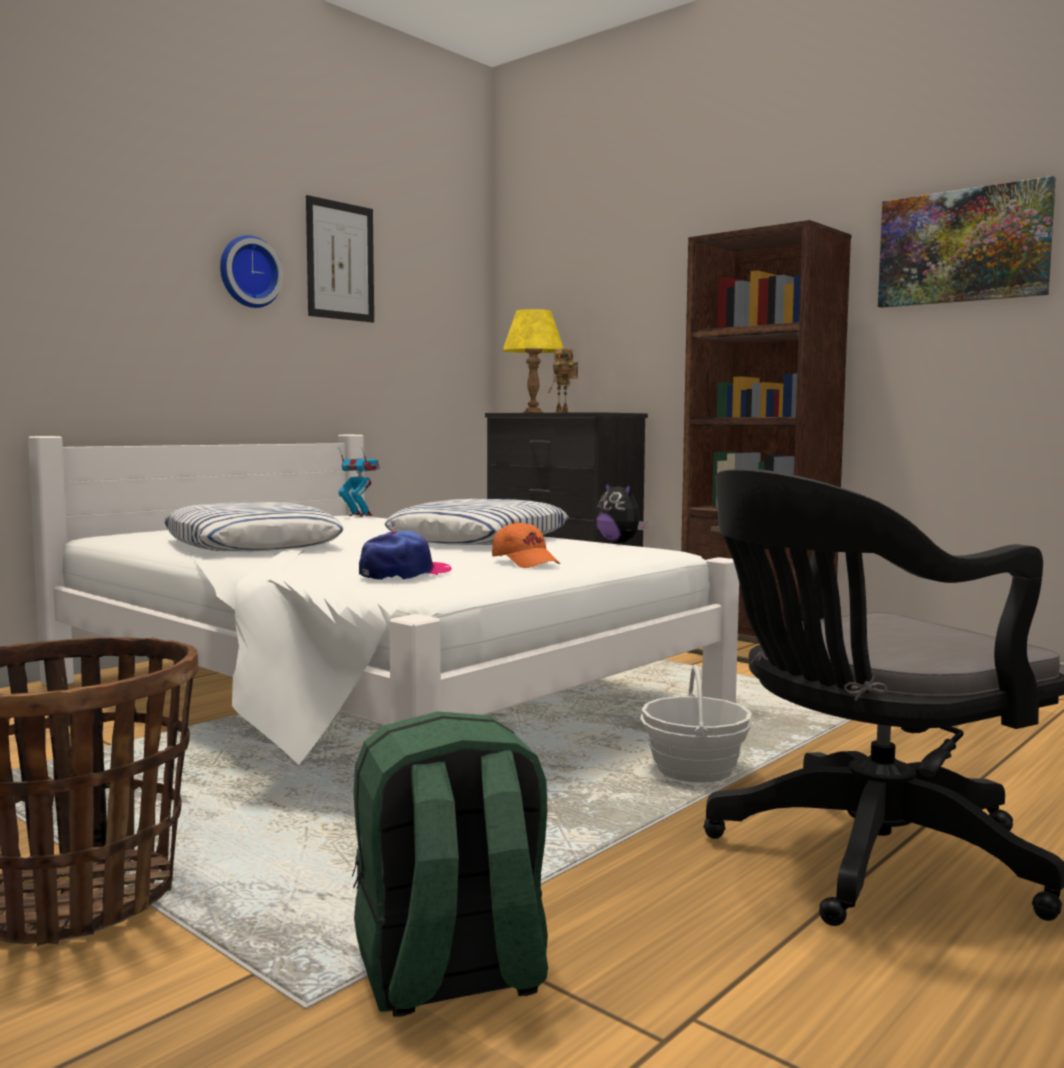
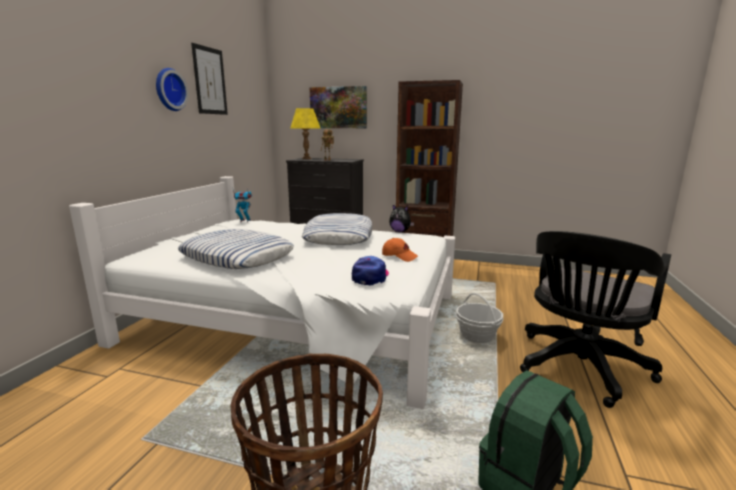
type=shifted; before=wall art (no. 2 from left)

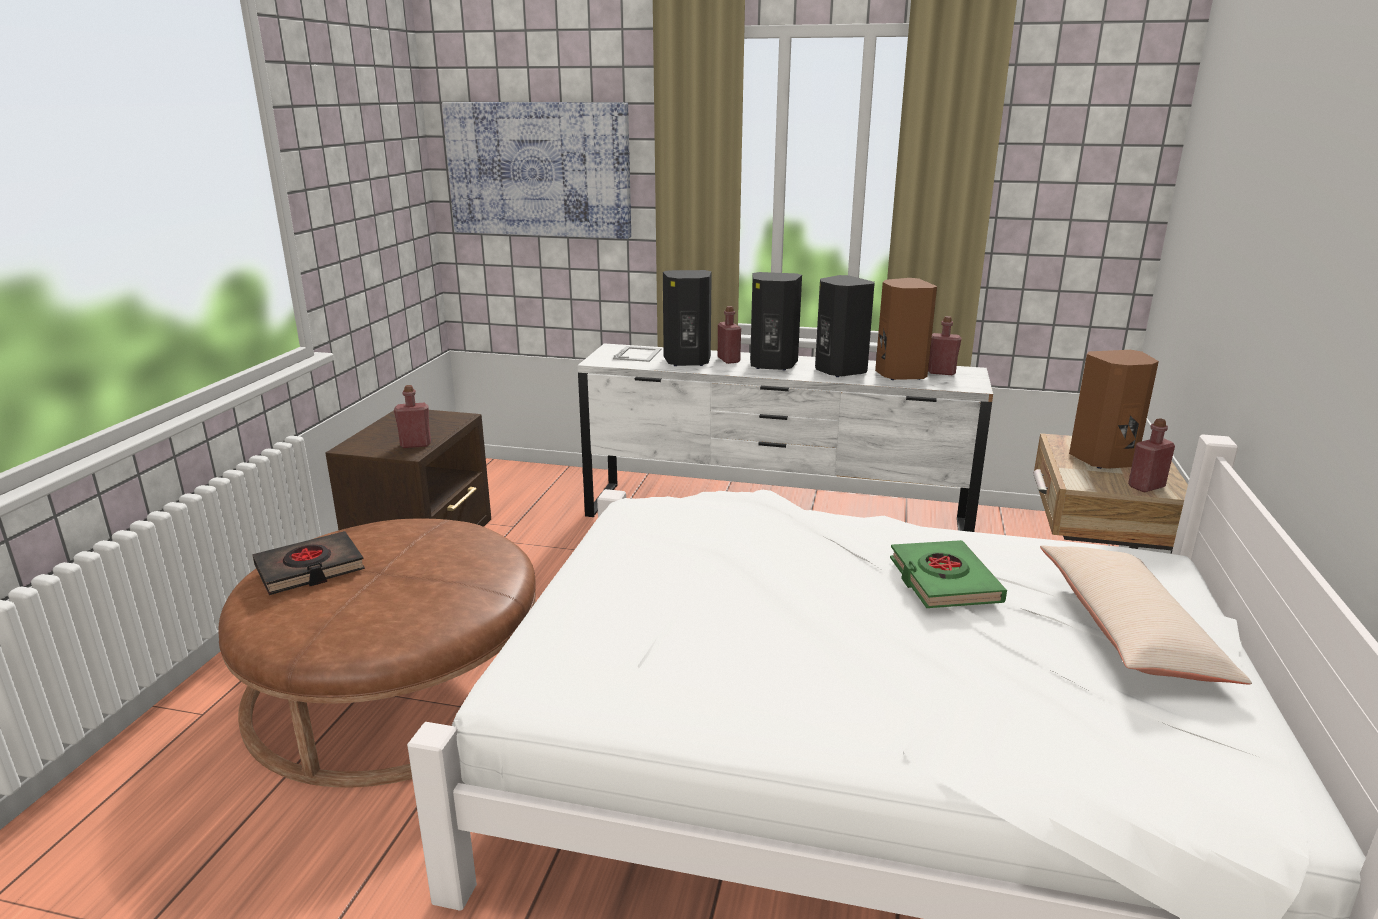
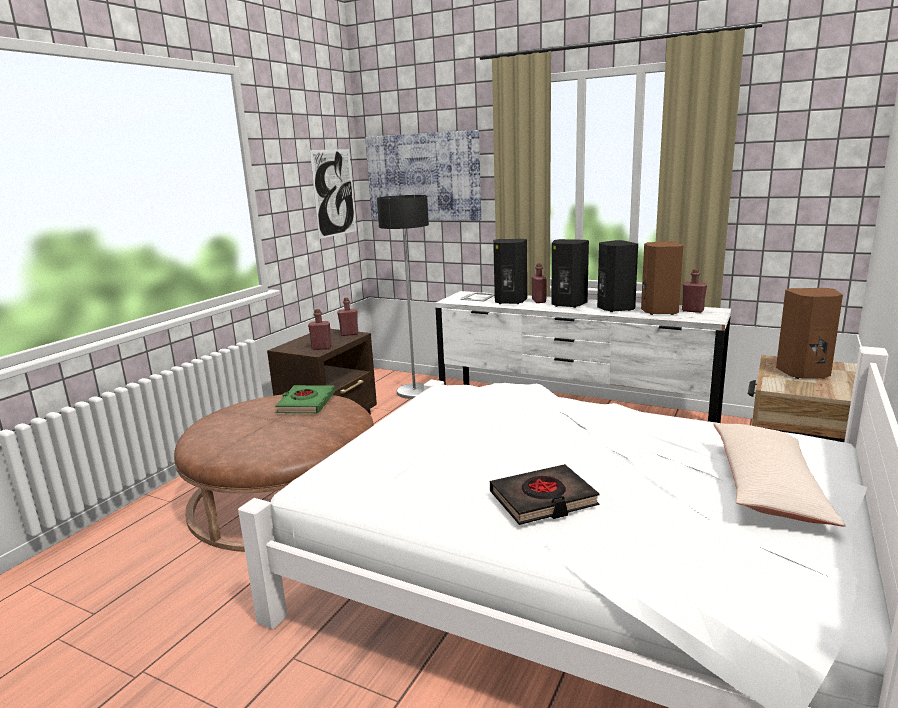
type=shifted; before=red beverage bottle (no. 4 from left in the first image); after=red beverage bottle (no. 2 from left)
type=shifted; before=black book
type=shifted; before=greenish book
type=new; after=wall art (no. 1 from left)
type=new; after=standing lamp

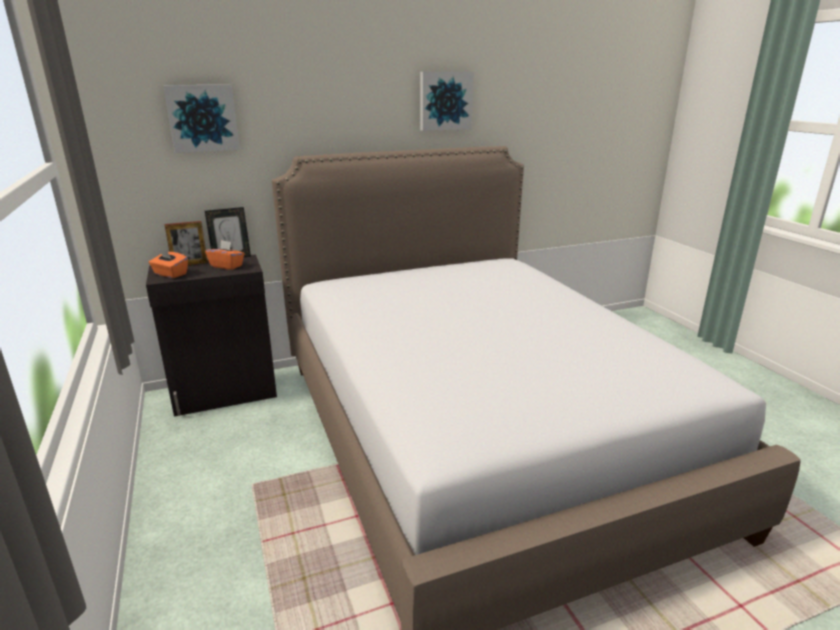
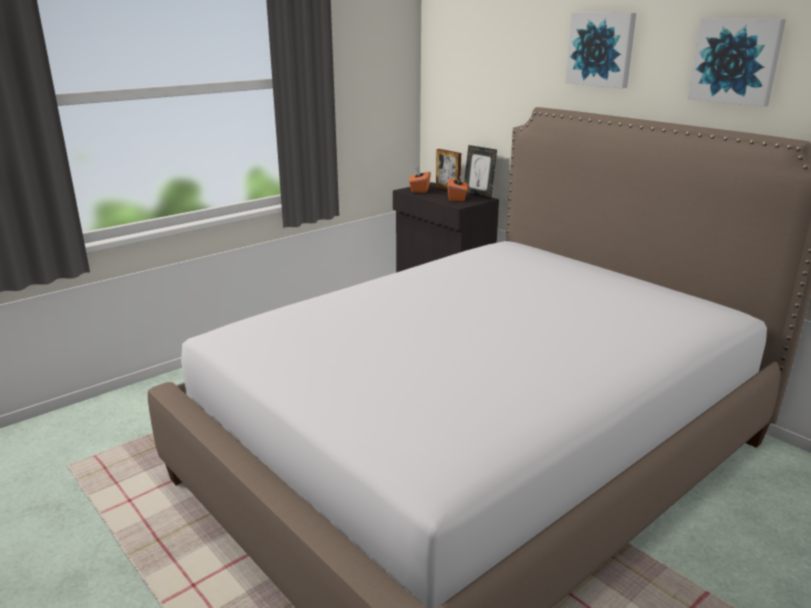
type=shifted; before=wall art (no. 1 from left)

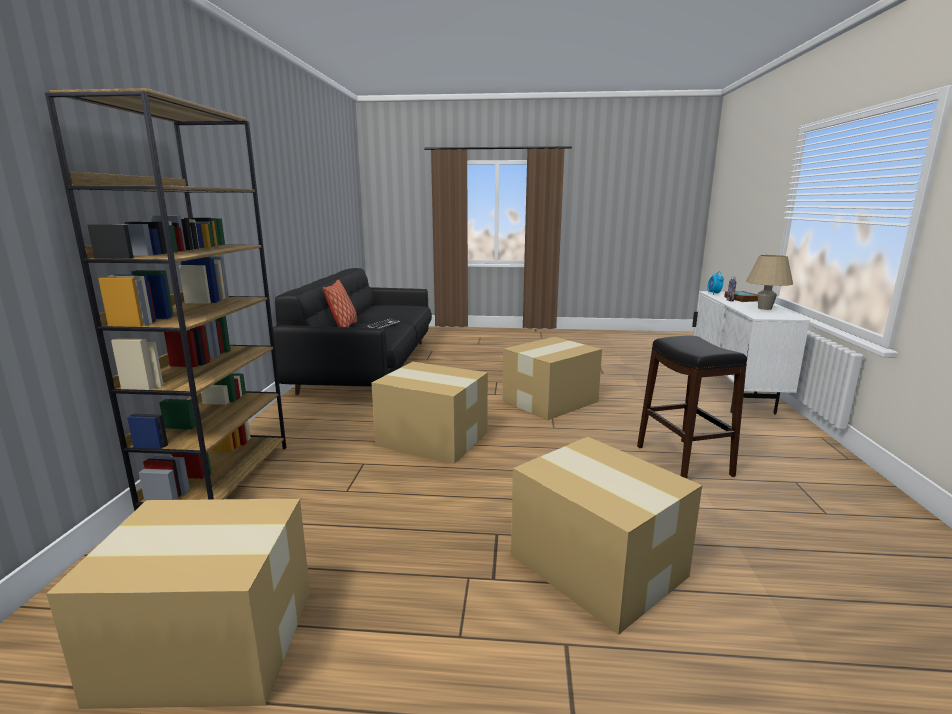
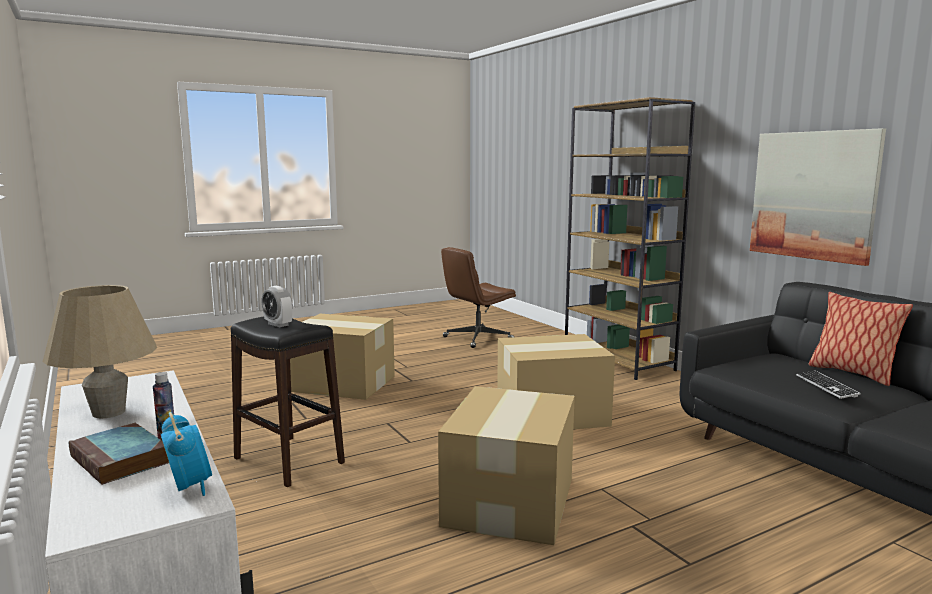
type=swapped; before=carton (no. 1 from left); after=brownish desk chair
type=new; after=wall art
type=new; after=bedside clock (no. 2 from left)

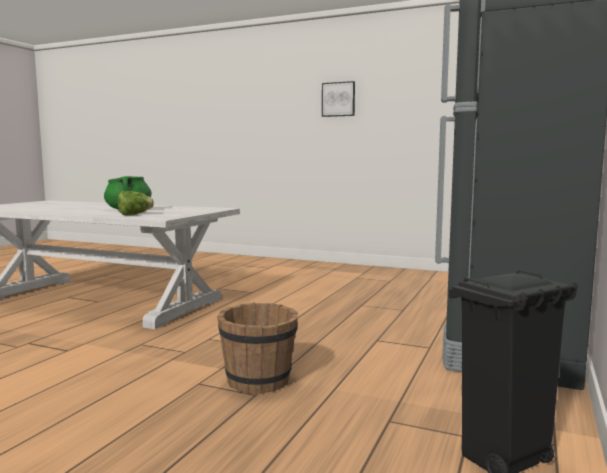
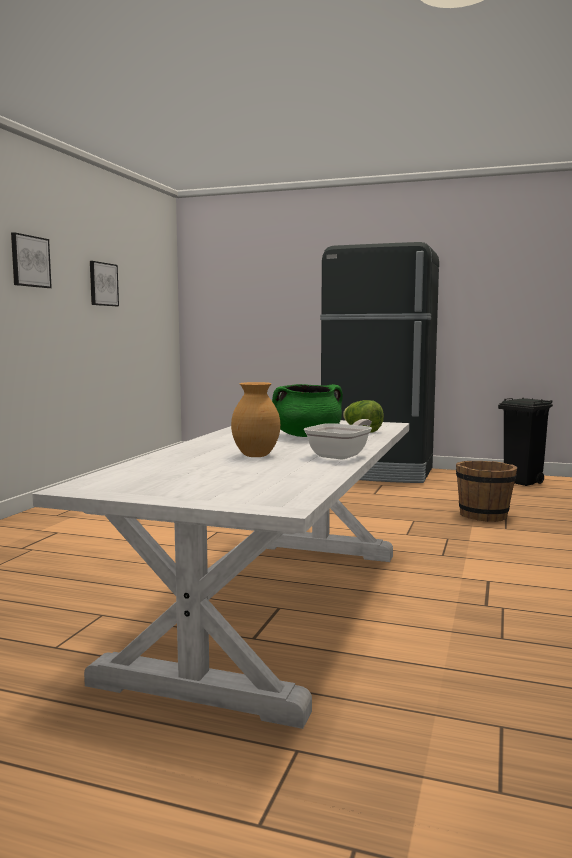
type=new; after=wall art (no. 2 from left)
type=new; after=brownish vase
type=new; after=pan

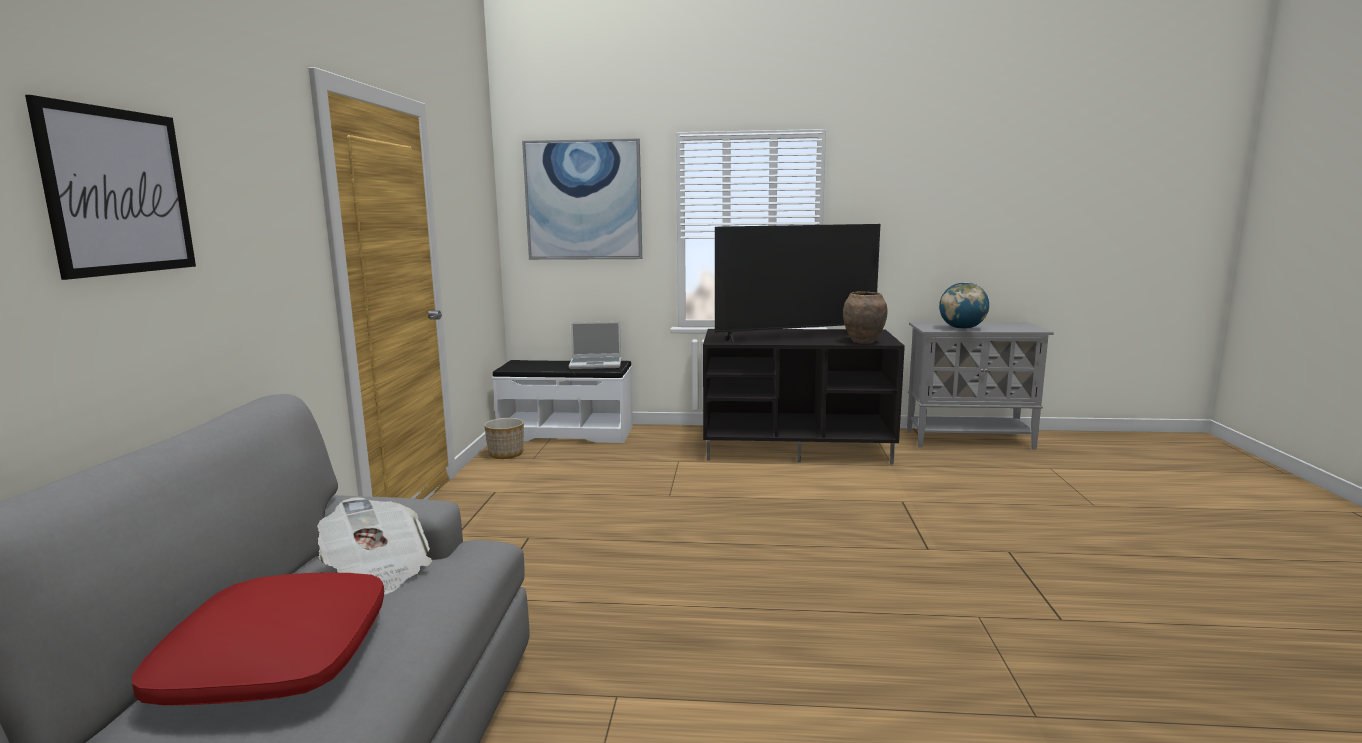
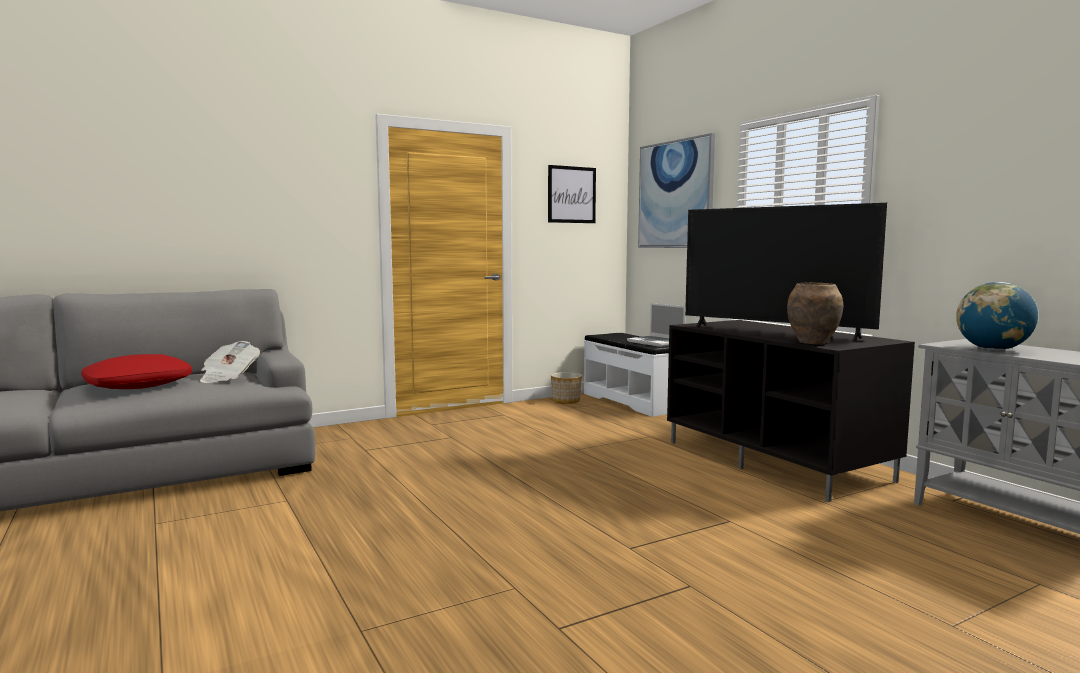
type=shifted; before=wall art (no. 1 from left)

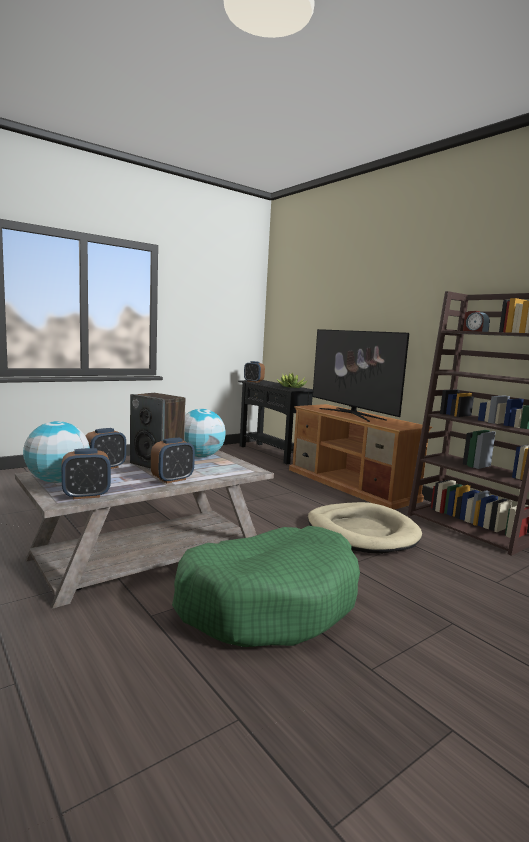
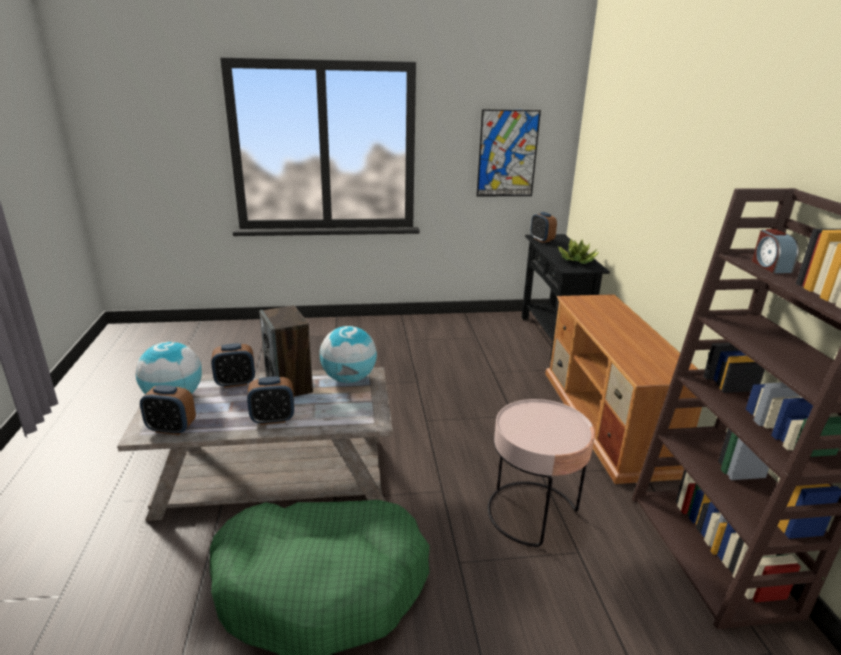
type=gone; before=TV
type=swapped; before=sand-coloured dog bed; after=pink-coloured side table
type=new; after=wall art

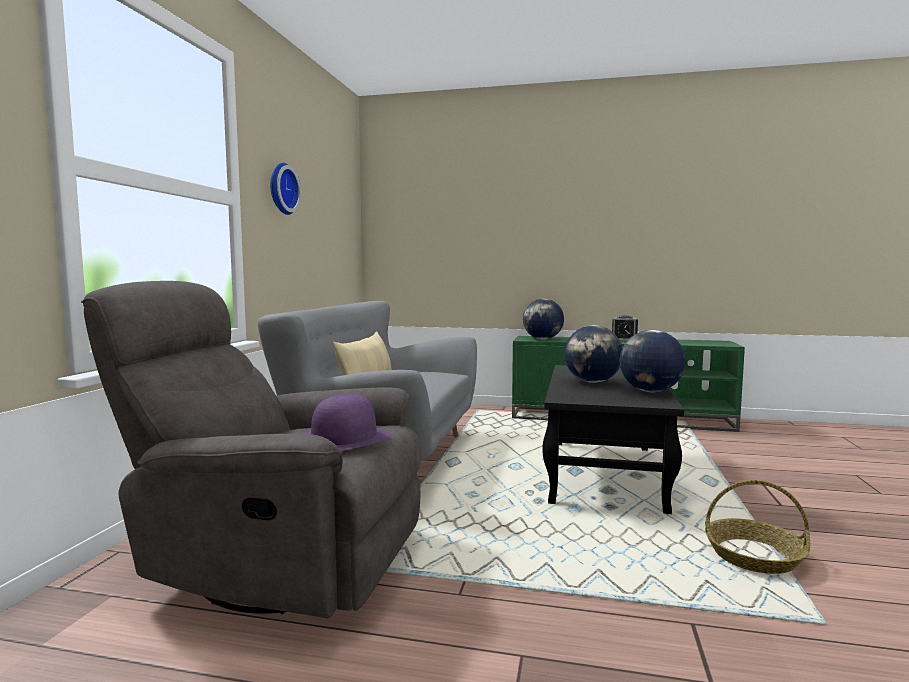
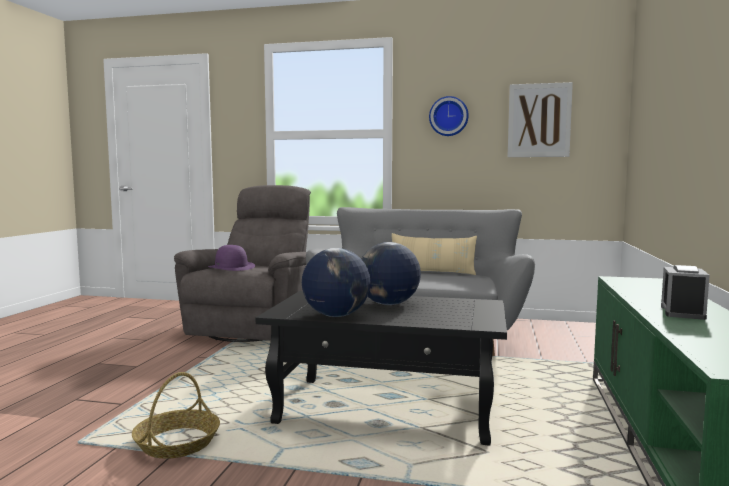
type=gone; before=desk globe (no. 1 from left)
type=new; after=wall art

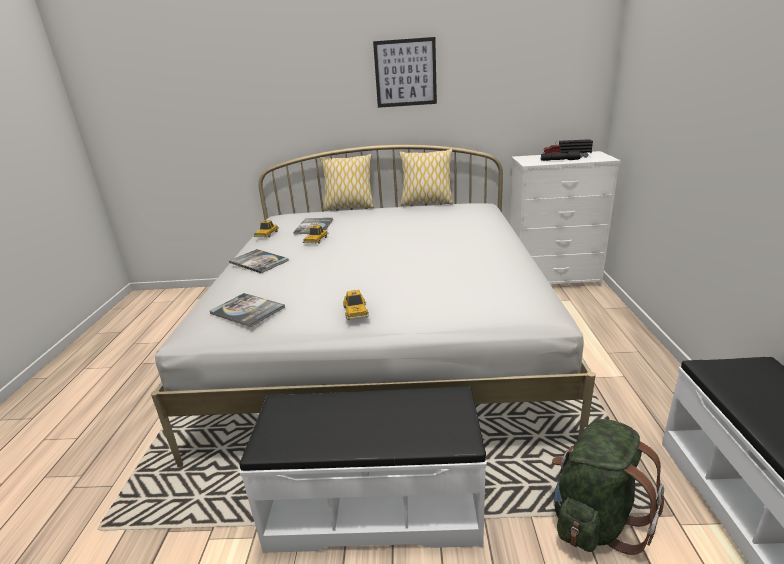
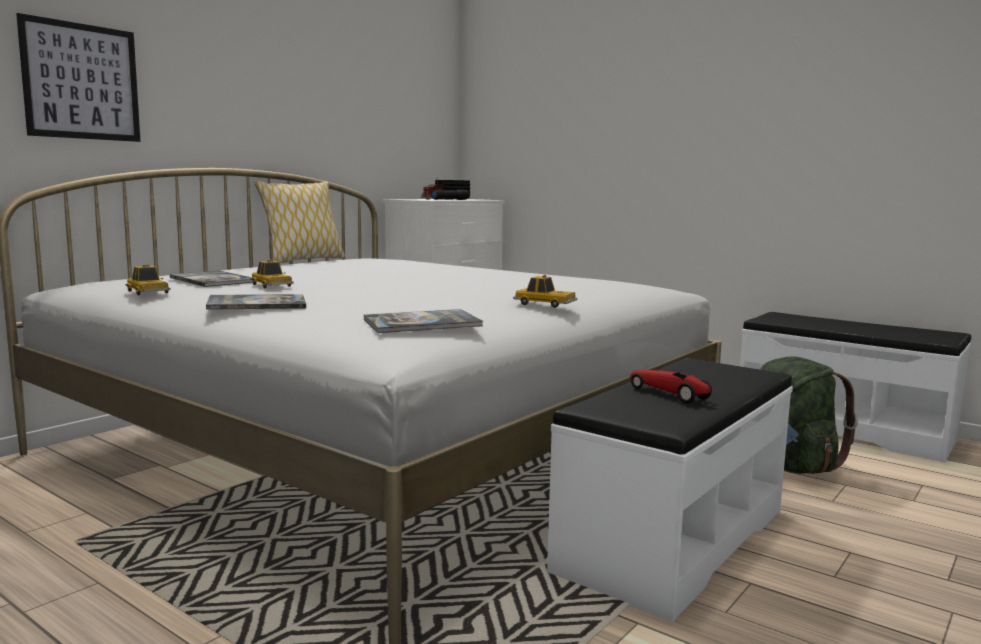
type=shifted; before=wall art
type=gone; before=pillow (no. 1 from left)
type=new; after=miniature car (no. 4 from left)

